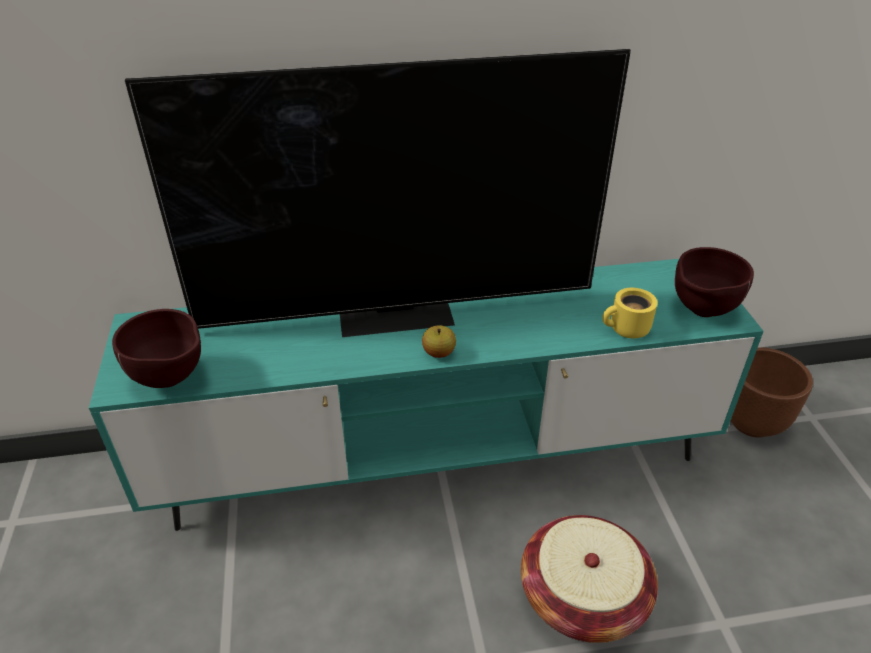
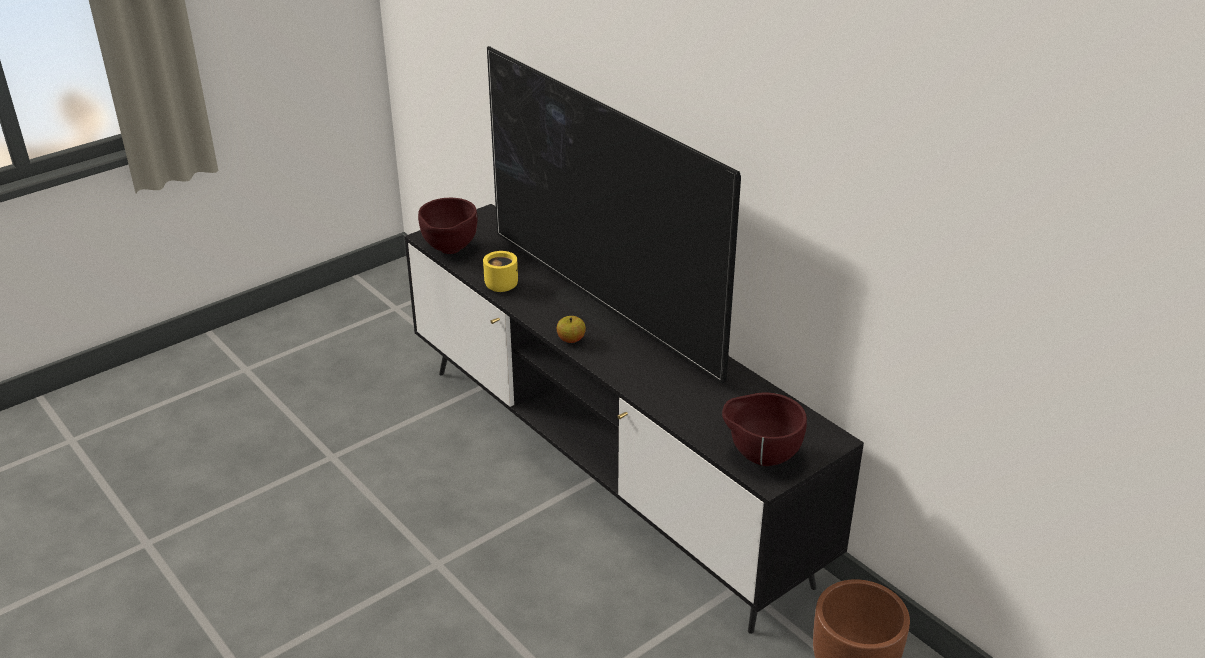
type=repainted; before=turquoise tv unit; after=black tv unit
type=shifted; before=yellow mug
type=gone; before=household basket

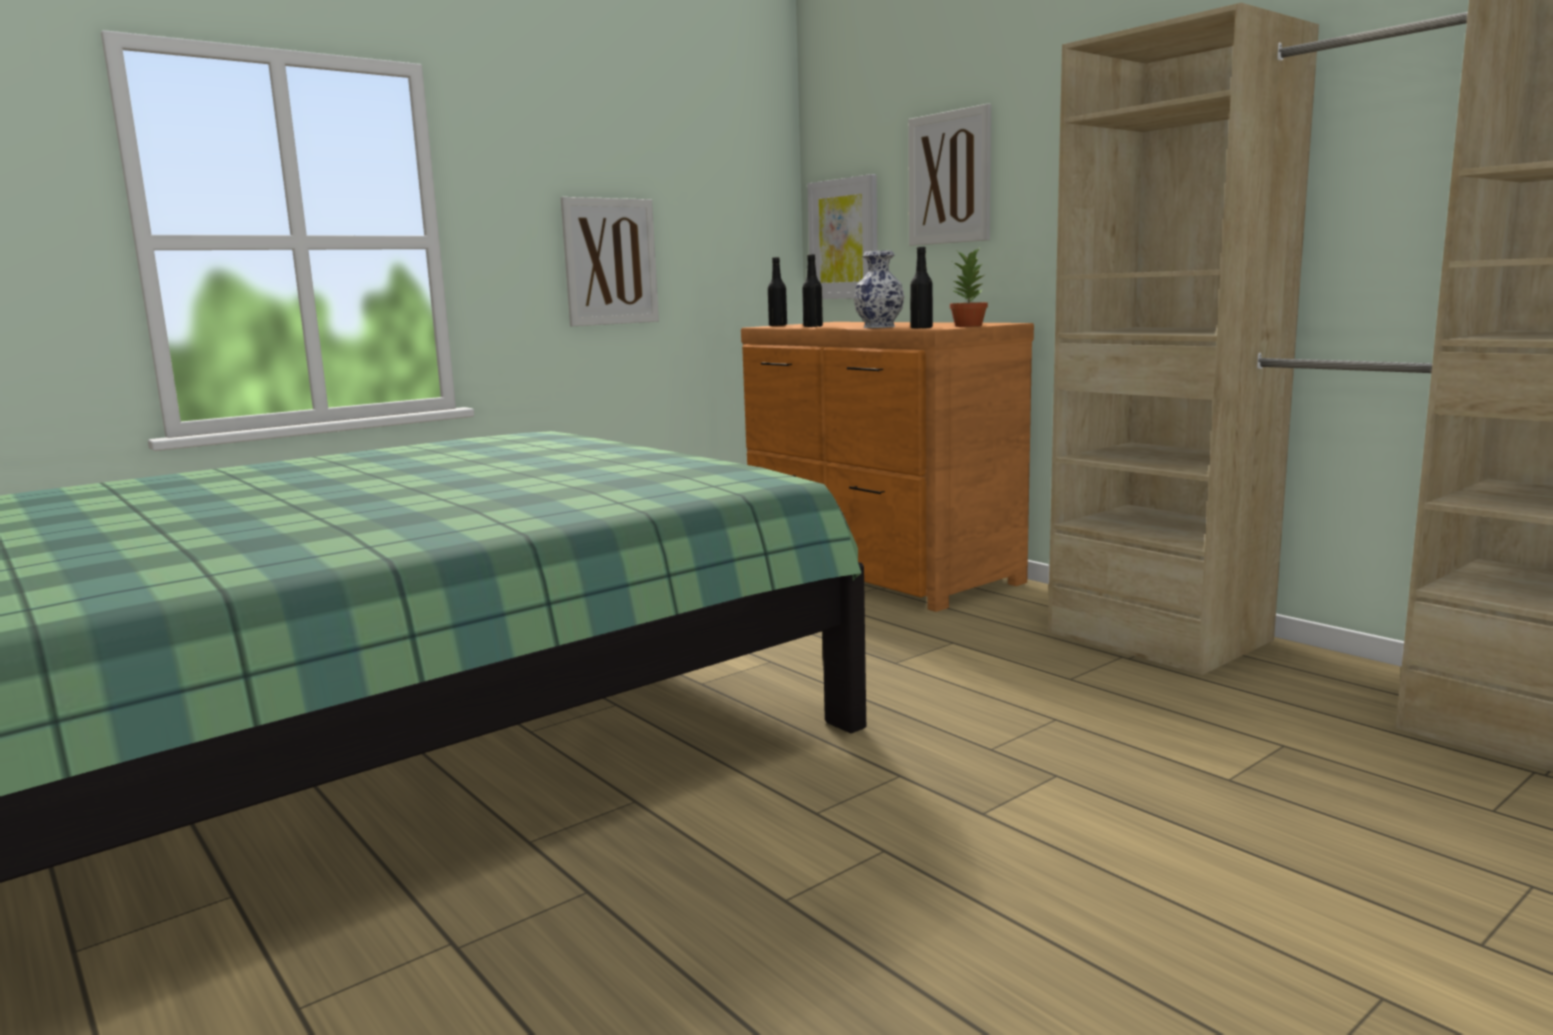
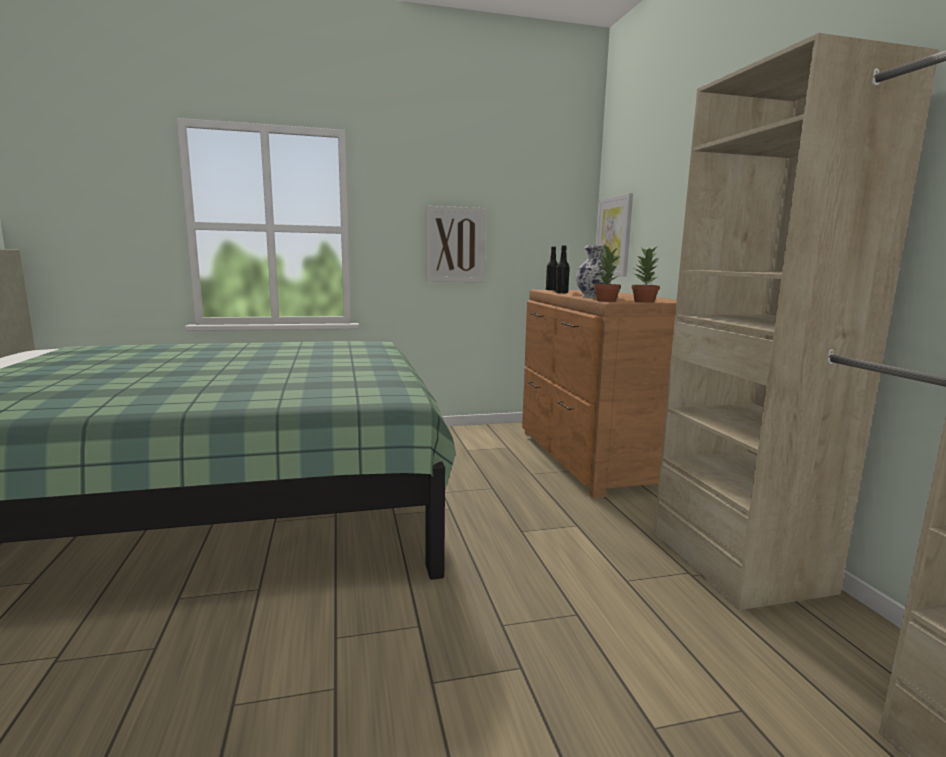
type=gone; before=wall art (no. 3 from left)
type=swapped; before=black beverage bottle (no. 3 from left); after=potted plant (no. 1 from left)

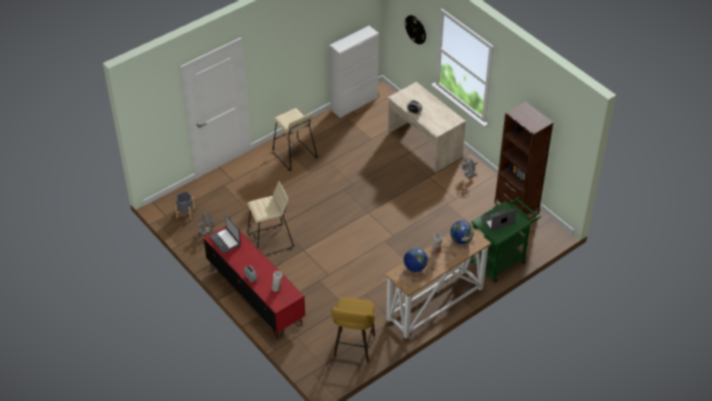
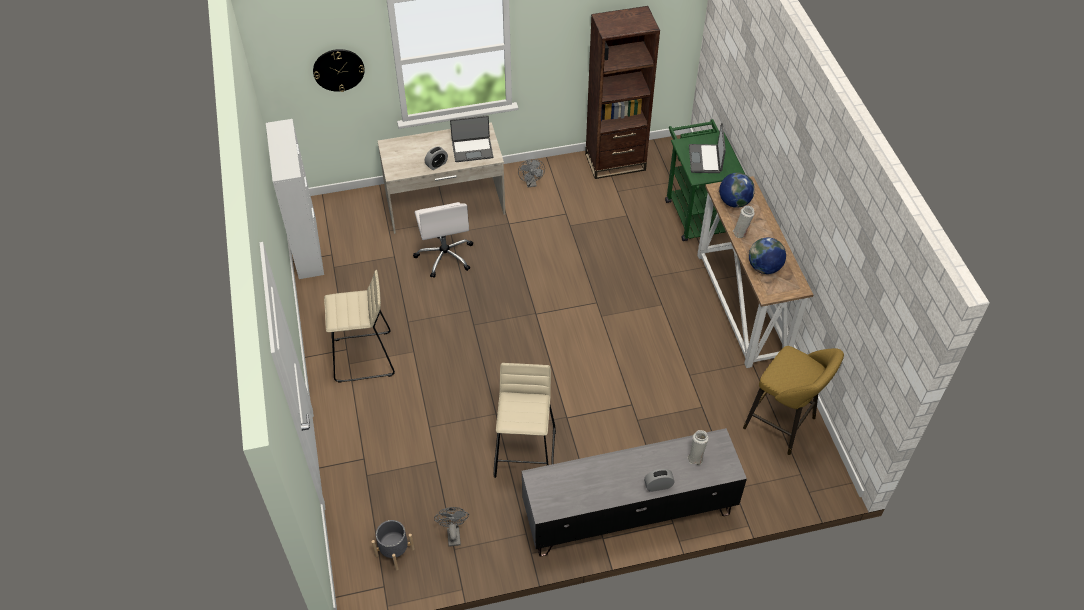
type=shifted; before=portable computer (no. 1 from left)
type=repainted; before=red tv unit; after=grey tv unit
type=new; after=white-coloured desk chair

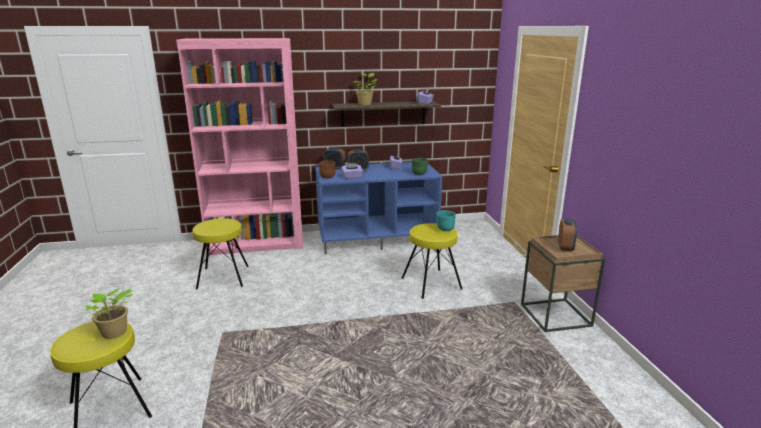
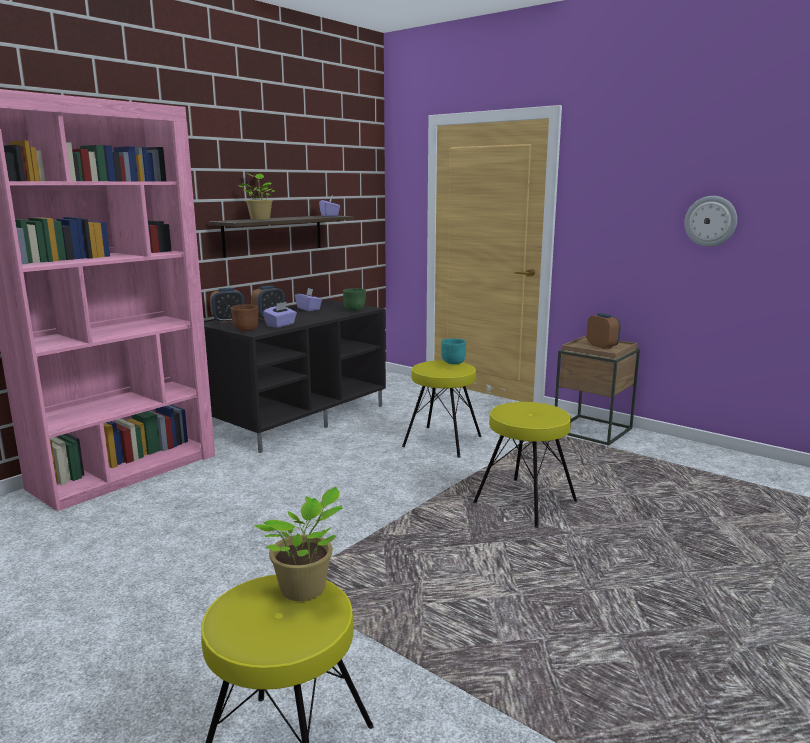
type=repainted; before=blue-coloured tv unit; after=black tv unit
type=shifted; before=yellow stool seat (no. 2 from left in the first image); after=yellow stool seat (no. 3 from left)
type=new; after=clock on the wall

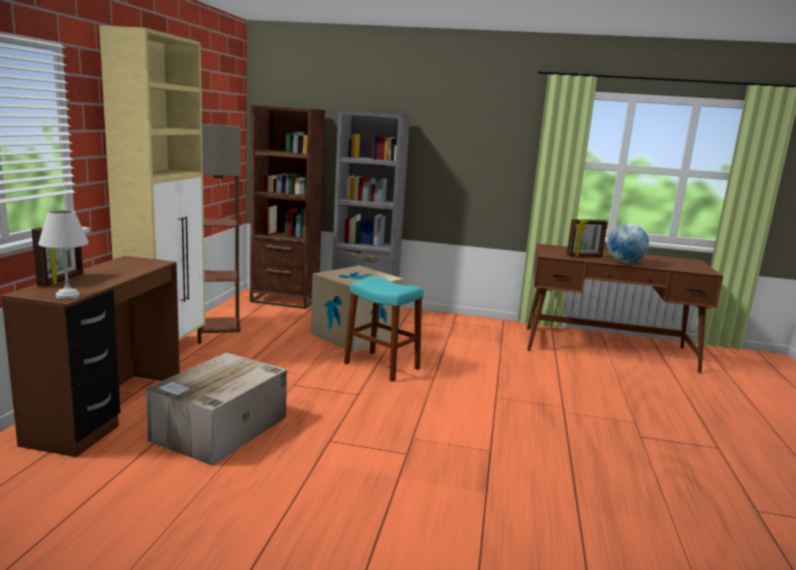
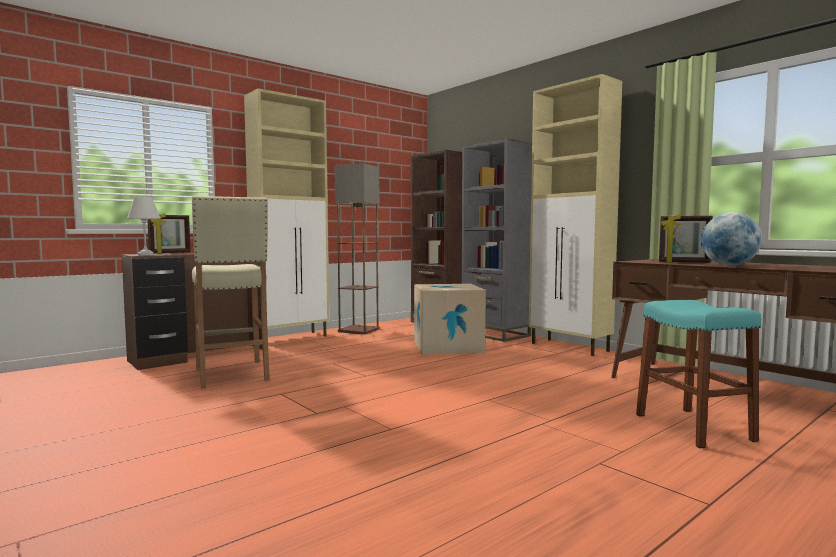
type=shifted; before=turquoise stool seat
type=swapped; before=carton (no. 1 from left); after=sand-coloured stool seat
type=new; after=sand-coloured cabinet (no. 2 from left)

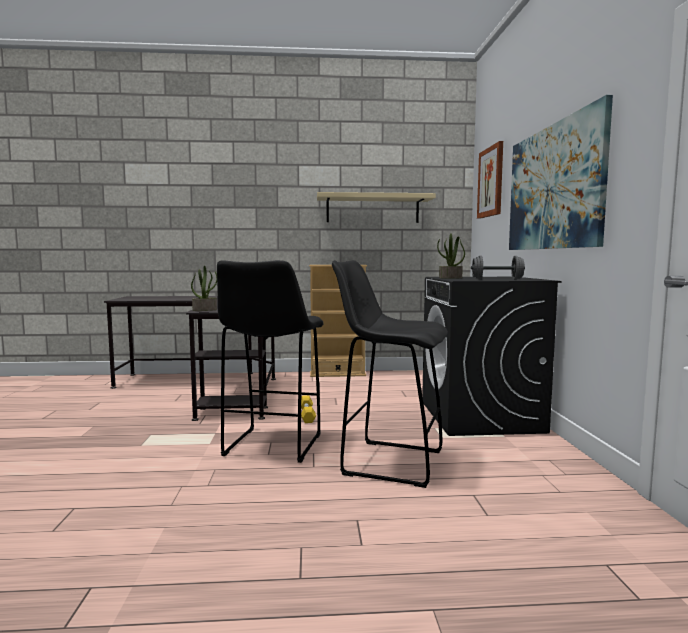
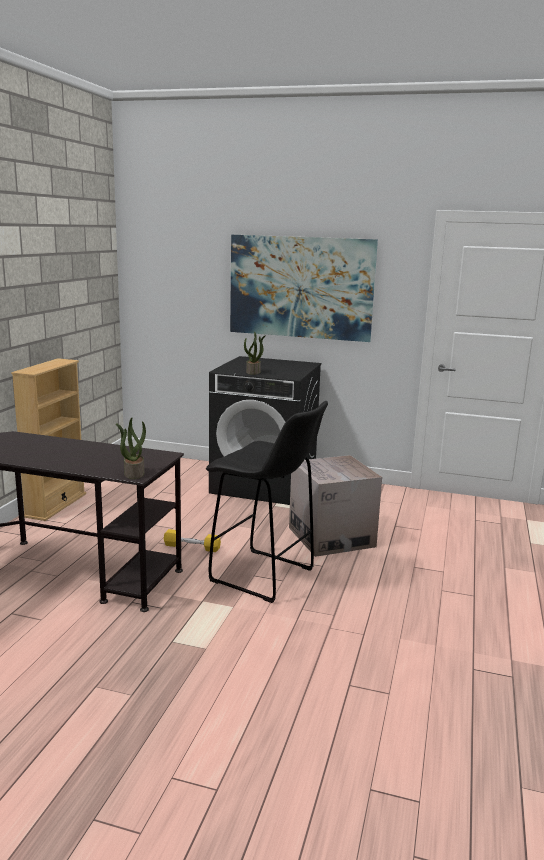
type=gone; before=wall art (no. 1 from left)
type=gone; before=sand-coloured bracket shelf
type=gone; before=grey free weight
type=swapped; before=black stool seat (no. 2 from left); after=carton

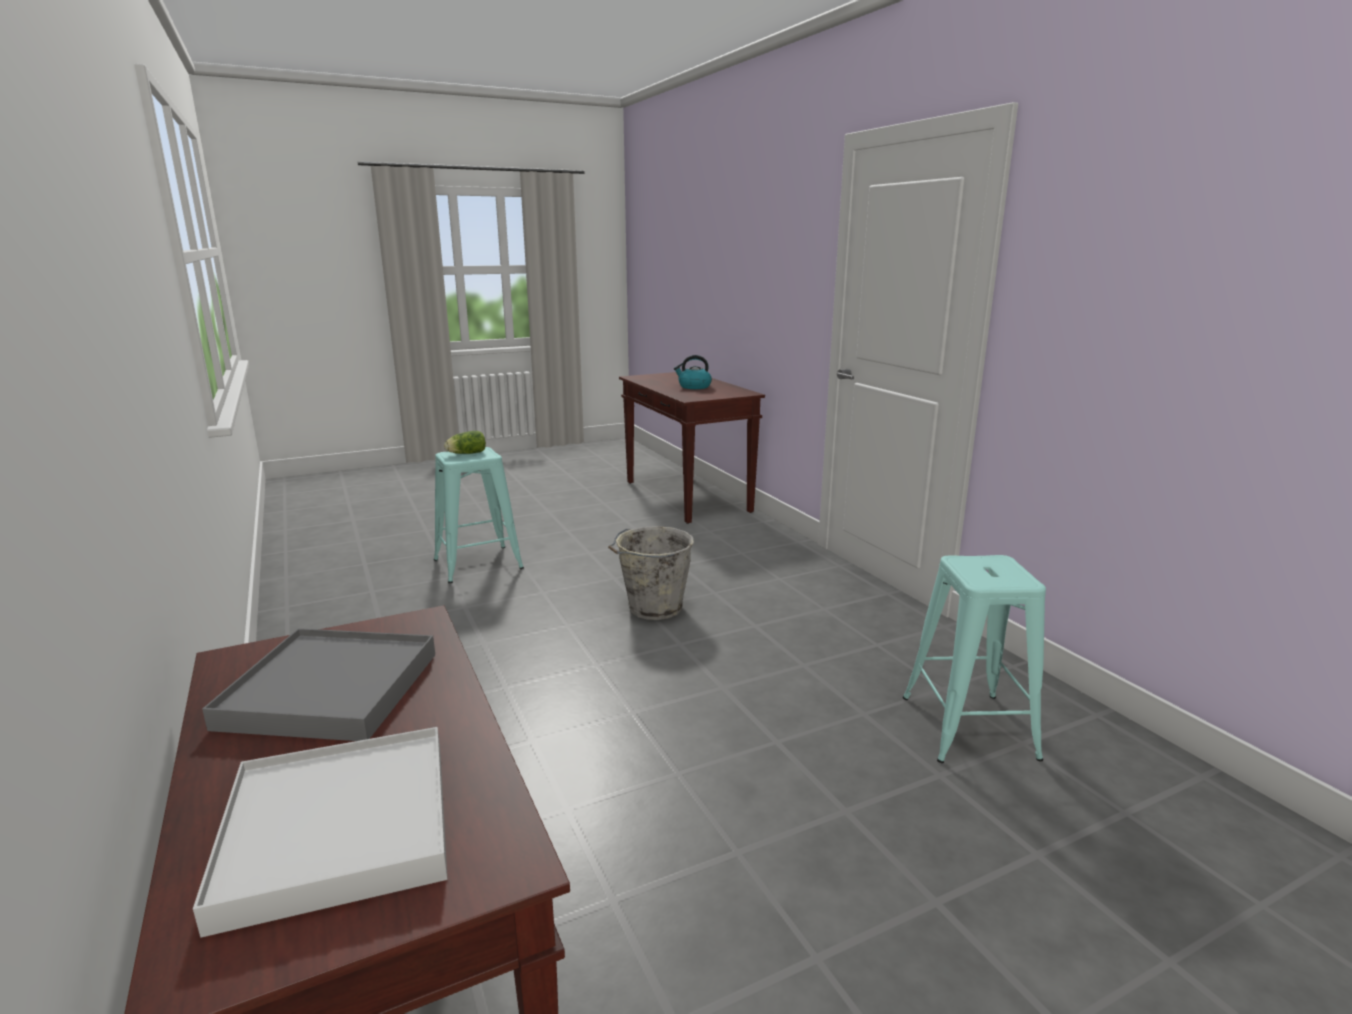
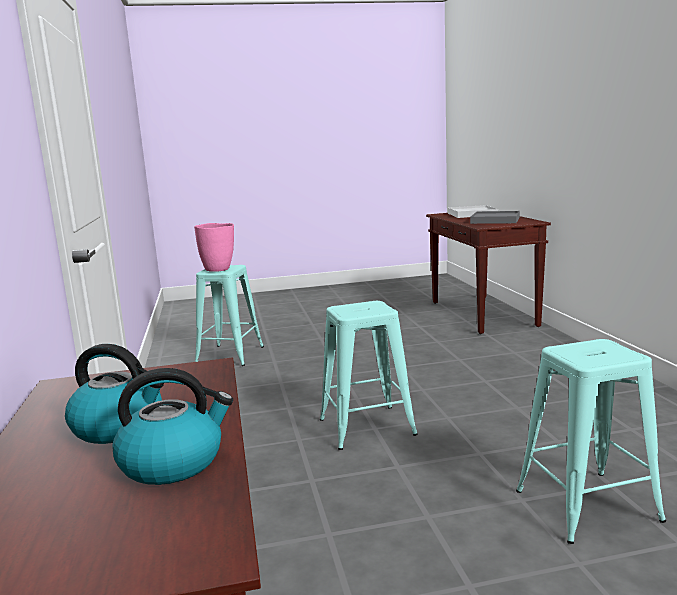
type=gone; before=head of lettuce
type=swapped; before=grey bucket; after=turquoise stool seat (no. 2 from left)
type=new; after=pink-coloured vase
type=new; after=tea kettle (no. 2 from left)

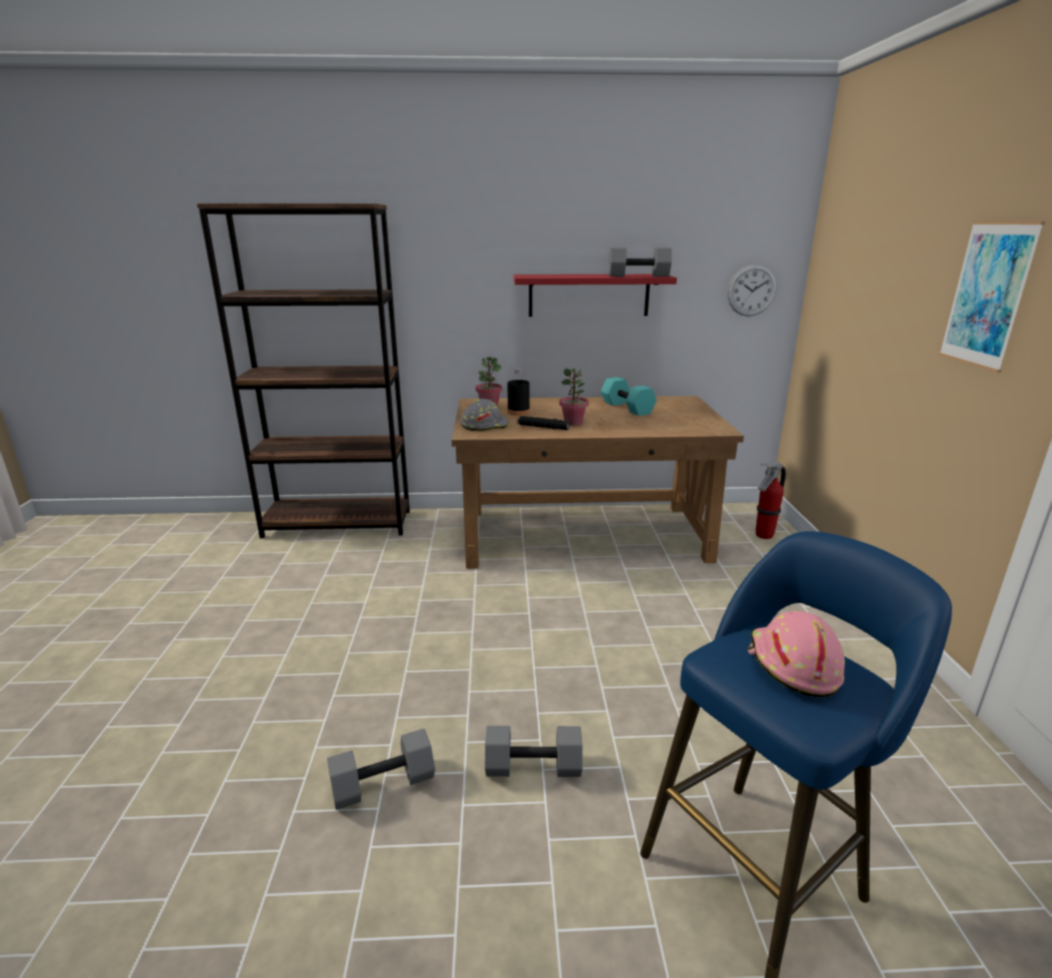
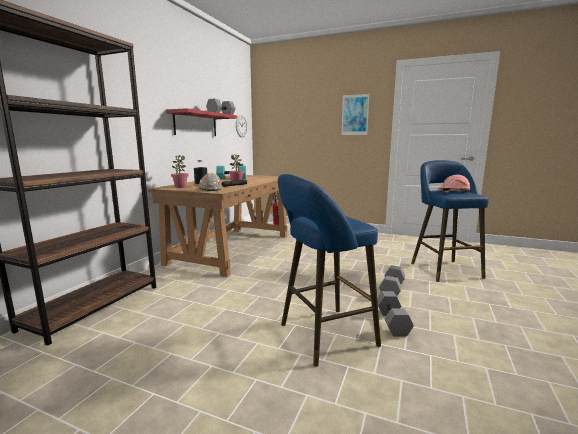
type=new; after=blue-coloured stool seat (no. 1 from left)

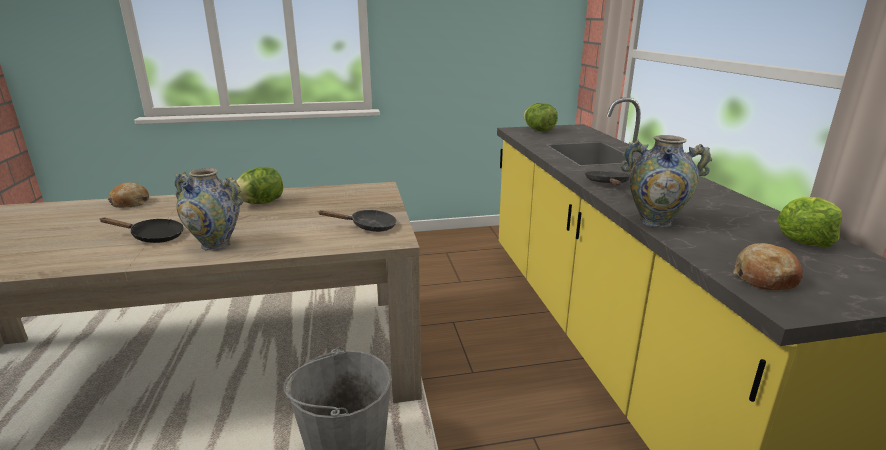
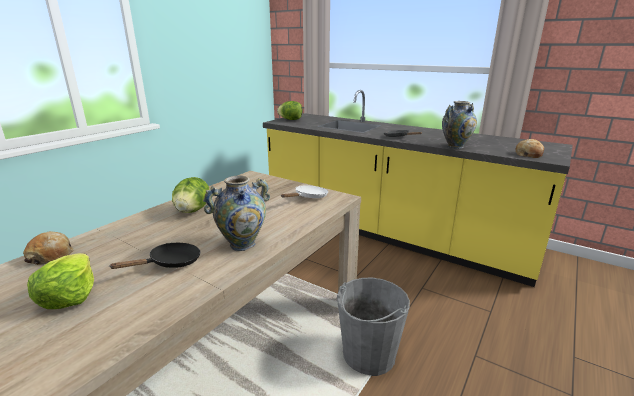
type=shifted; before=head of lettuce (no. 3 from left in the first image); after=head of lettuce (no. 1 from left)
type=repainted; before=black pan (no. 2 from left); after=white-coloured pan

